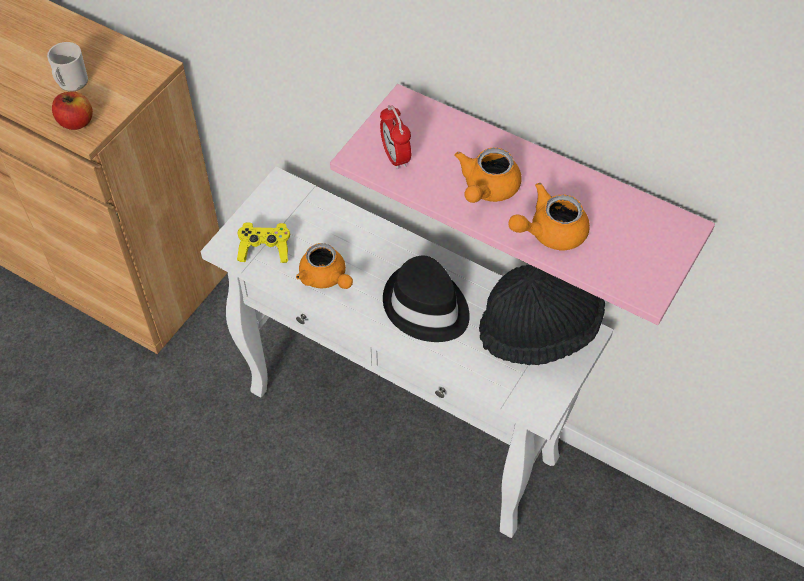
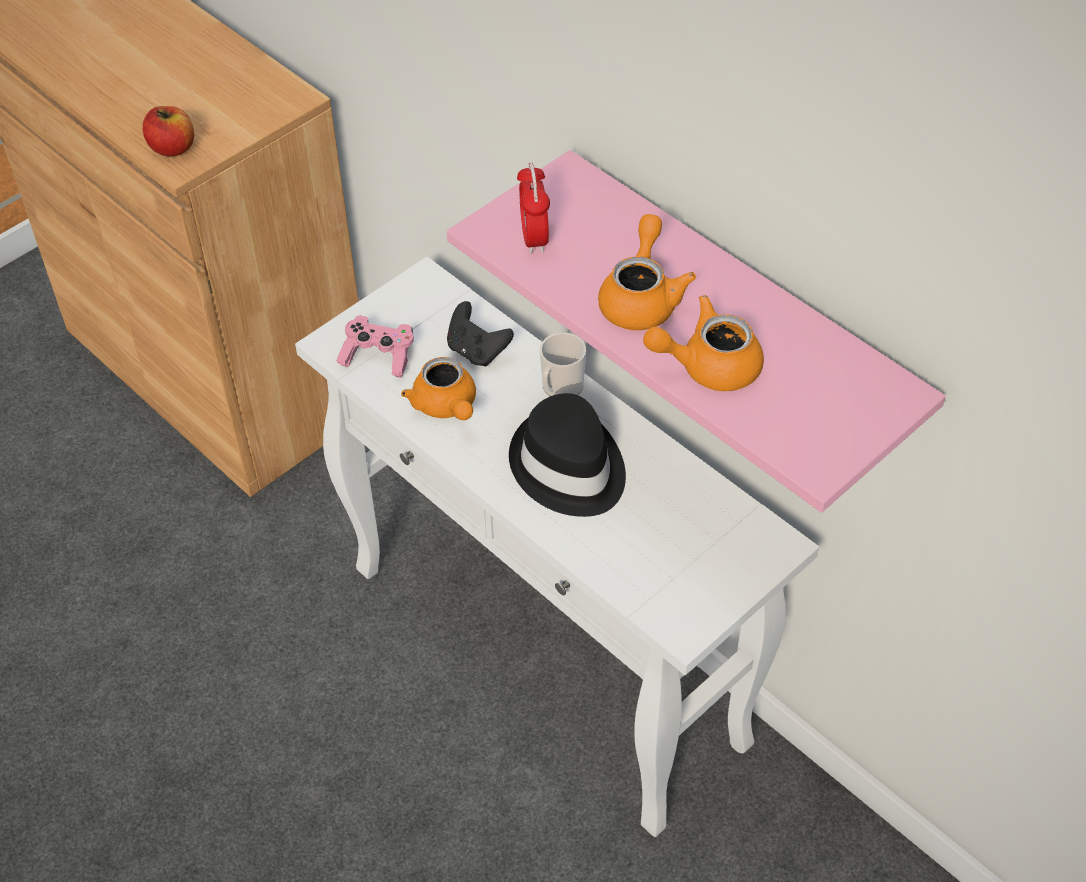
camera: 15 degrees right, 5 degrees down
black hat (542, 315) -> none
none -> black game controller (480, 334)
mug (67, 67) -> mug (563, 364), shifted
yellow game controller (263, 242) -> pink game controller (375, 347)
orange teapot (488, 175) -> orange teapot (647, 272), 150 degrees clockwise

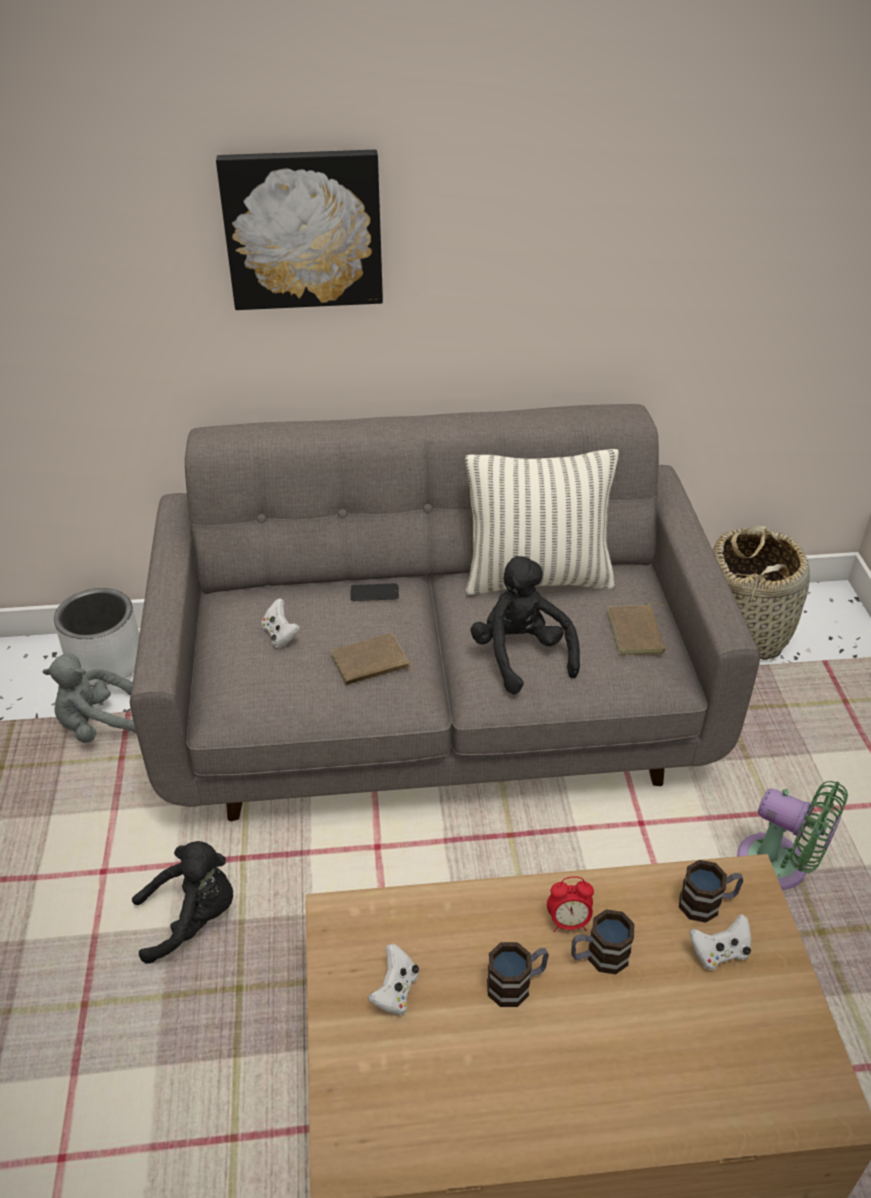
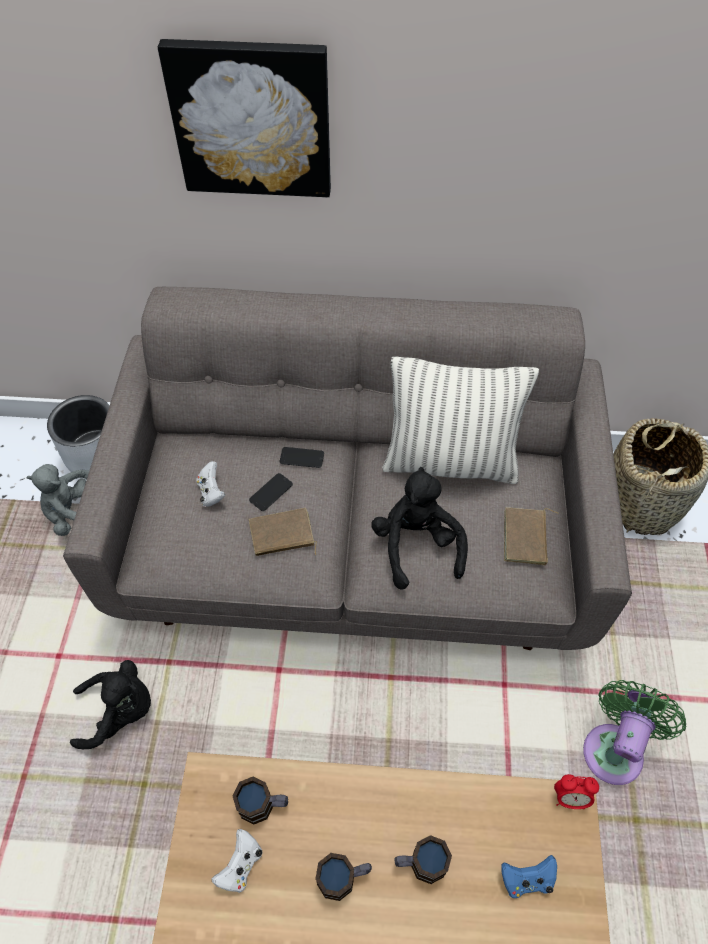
camera: 10 degrees right, 15 degrees up
none -> phone (271, 492)
alarm clock (570, 904) -> alarm clock (576, 791), shifted
mug (711, 891) -> mug (260, 800), shifted
white game controller (720, 942) -> blue game controller (529, 876)
green fan (792, 835) -> green fan (634, 732), 105 degrees counterclockwise

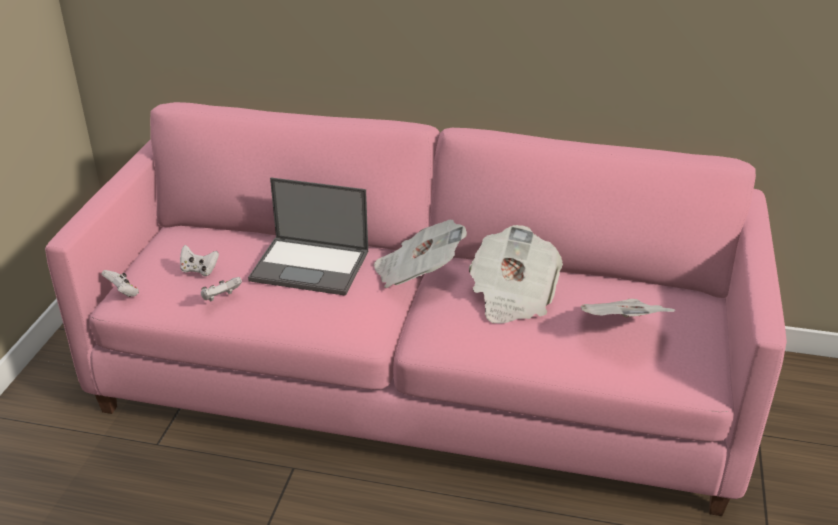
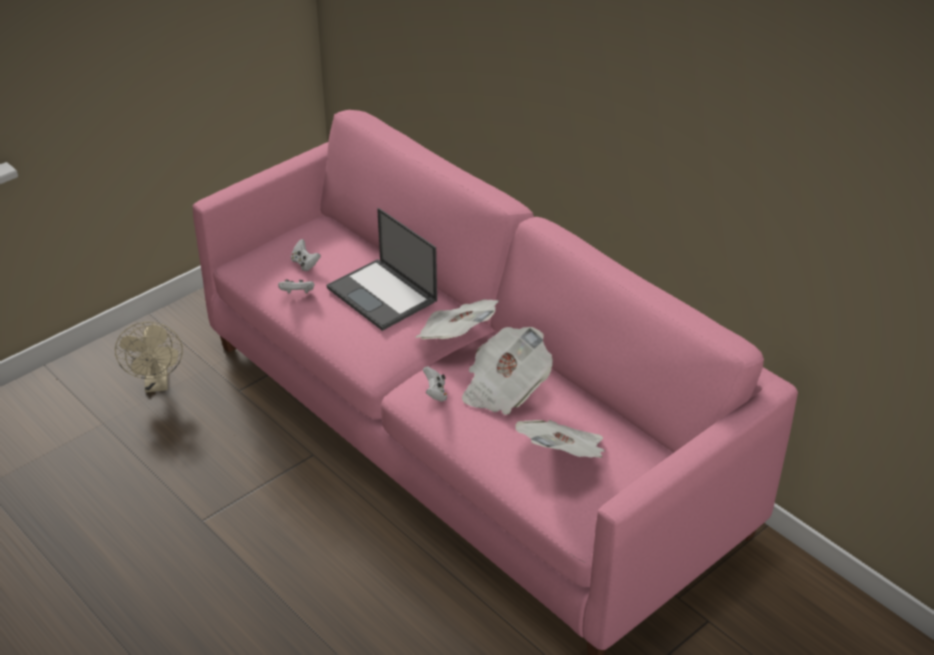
camera: 35 degrees right, 5 degrees up
none -> beige fan (149, 357)
white game controller (120, 283) -> white game controller (435, 384), shifted

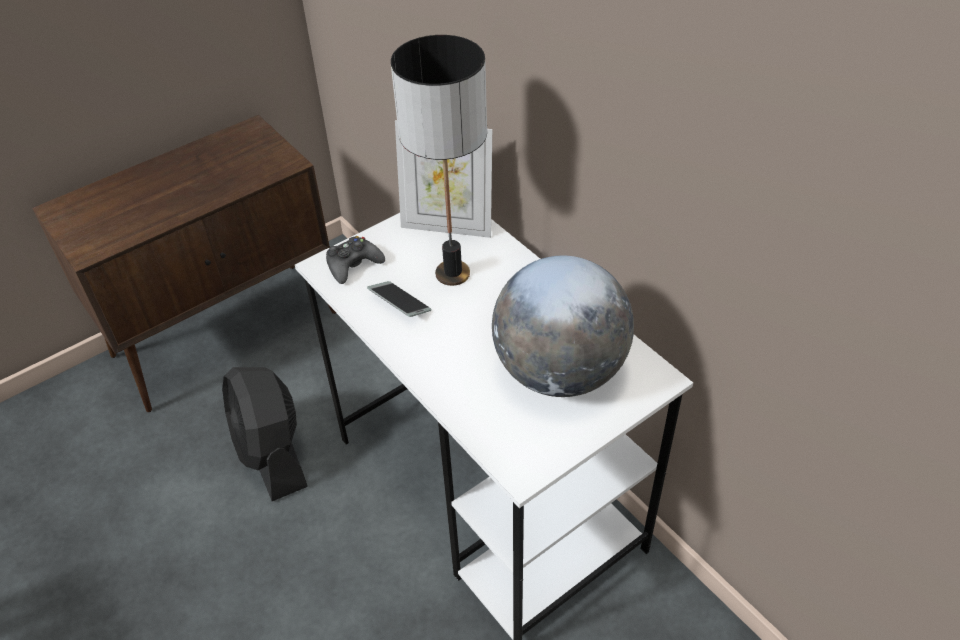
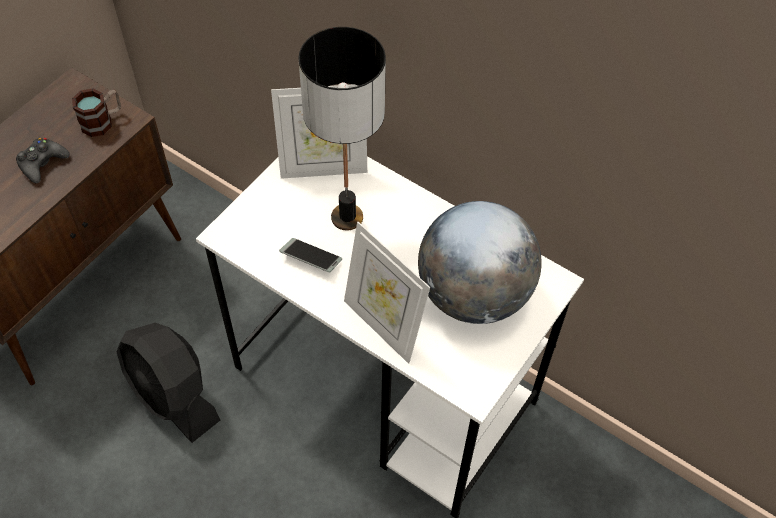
camera: 20 degrees left, 10 degrees up
none -> mug (96, 113)
none -> picture frame (387, 293)
black game controller (355, 260) -> black game controller (43, 161), shifted

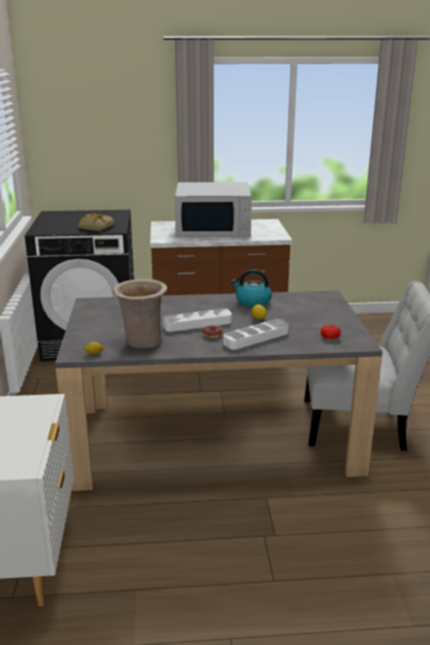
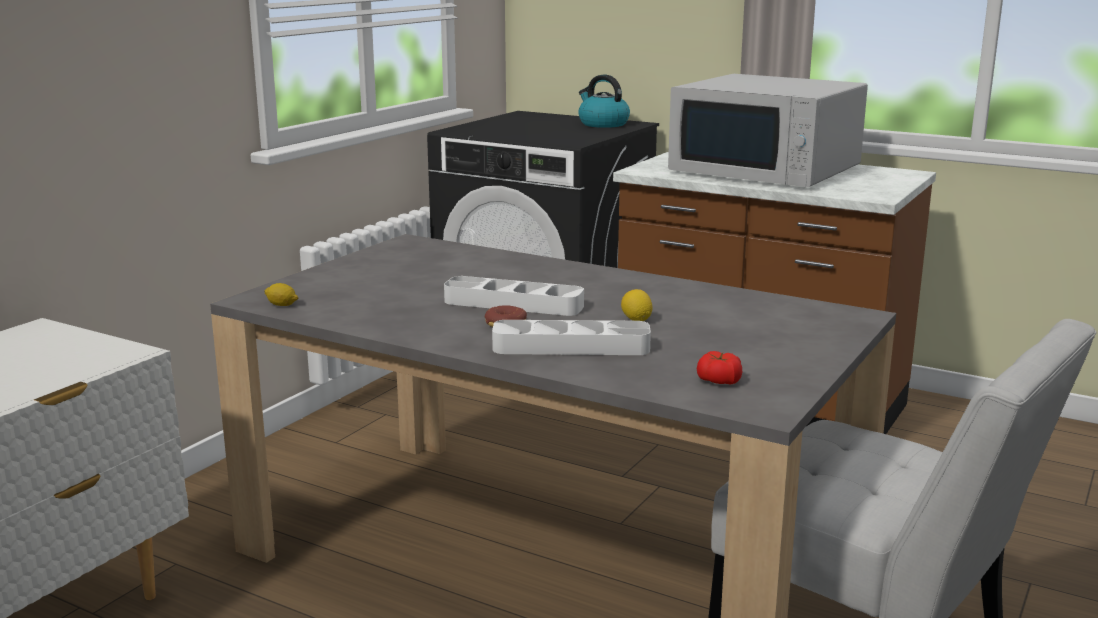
camera: 35 degrees right, 5 degrees down
bread (96, 222) -> none
beige vase (139, 313) -> none
kettle (251, 288) -> kettle (604, 101), shifted

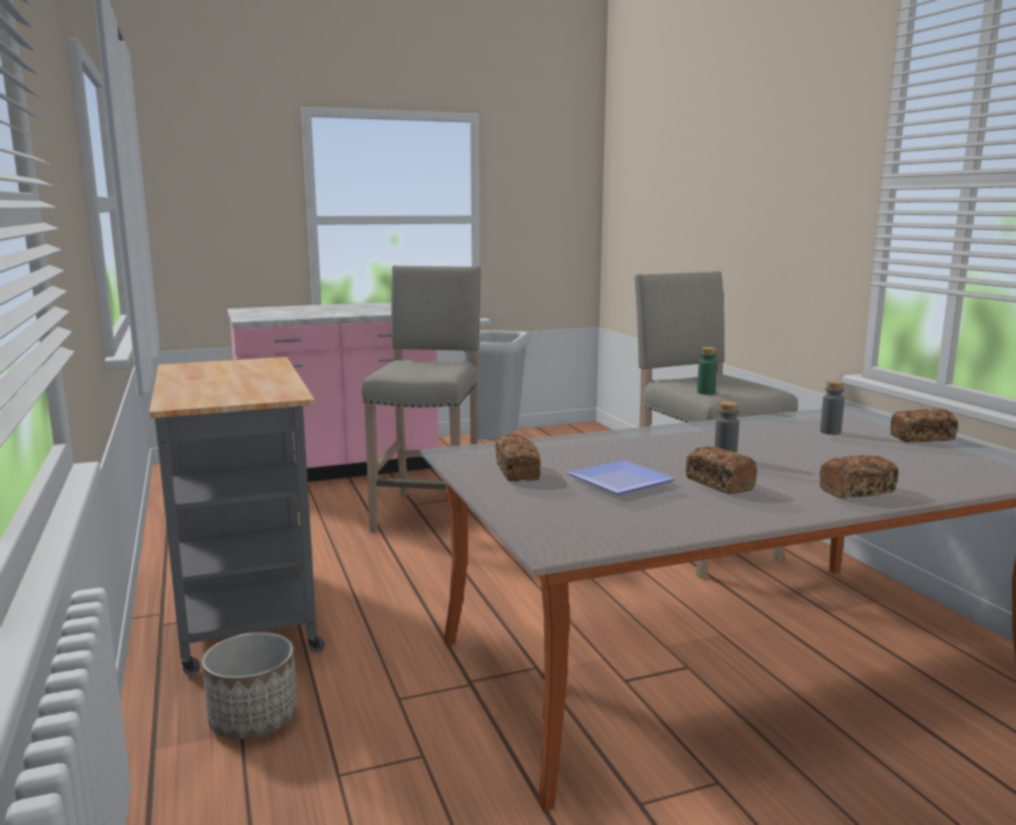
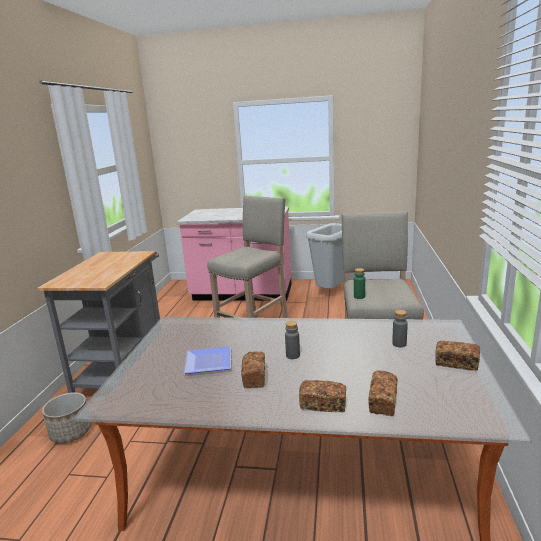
camera: 30 degrees right, 5 degrees up
bread (518, 458) -> bread (383, 393), shifted

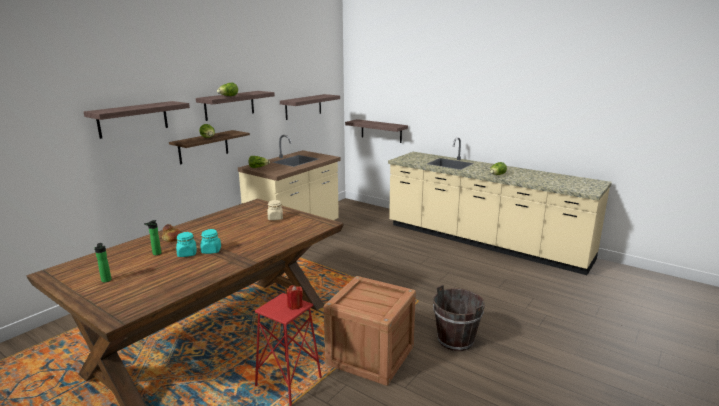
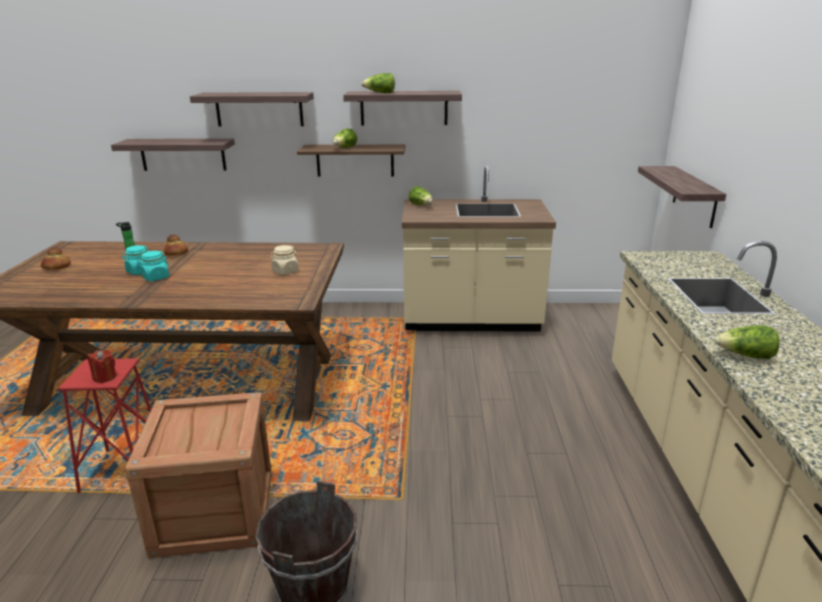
camera: 55 degrees right, 5 degrees up
shelf (310, 107) -> shelf (173, 155), shifted
bottle (102, 262) -> bread (56, 258)

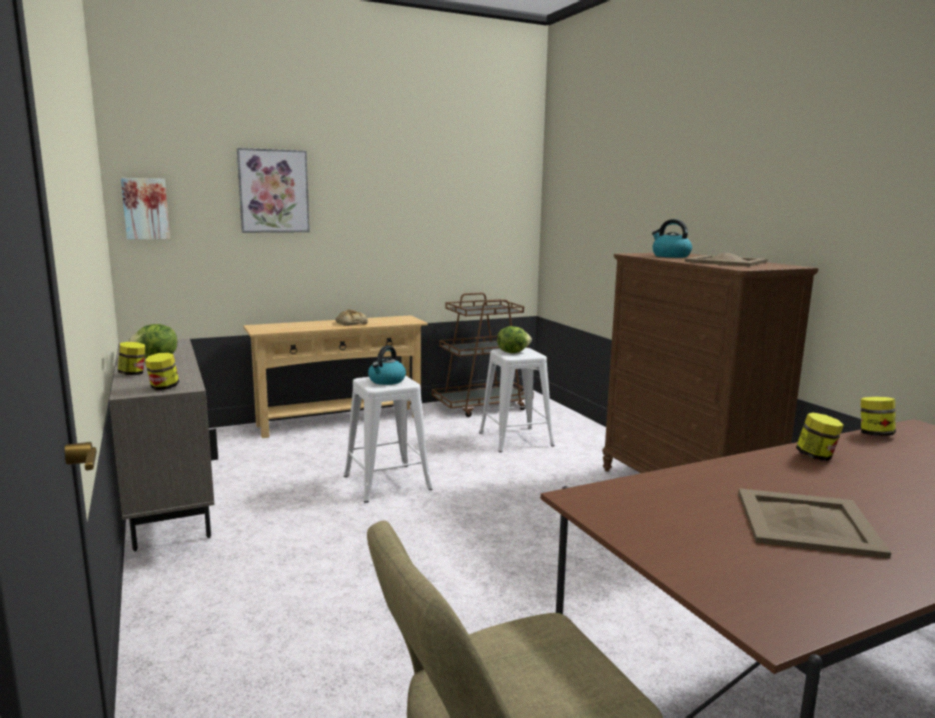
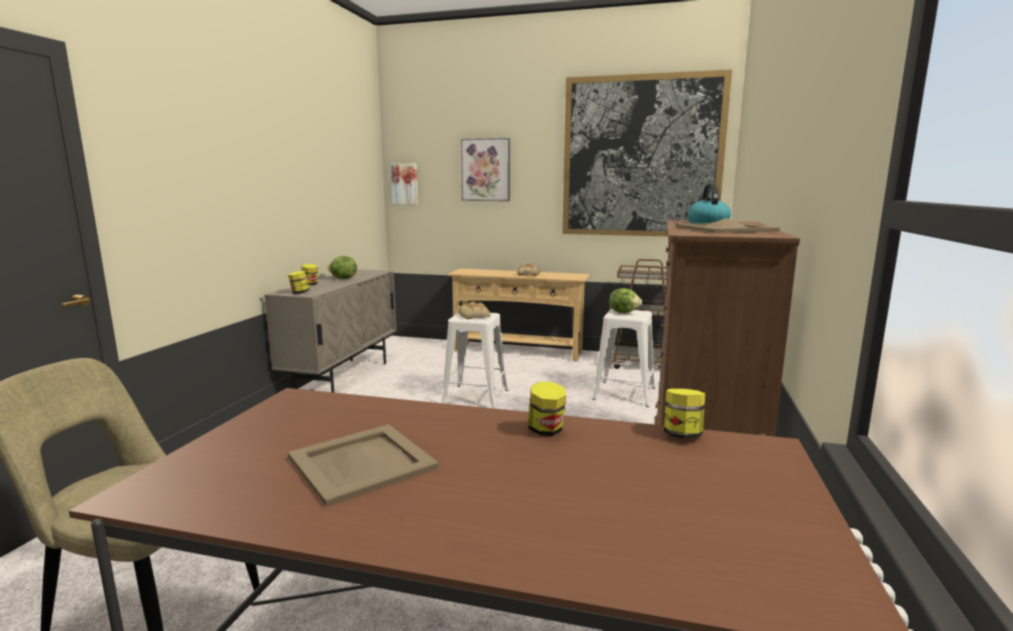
camera: 40 degrees right, 0 degrees up
none -> picture (647, 152)
kettle (387, 365) -> bread (474, 310)

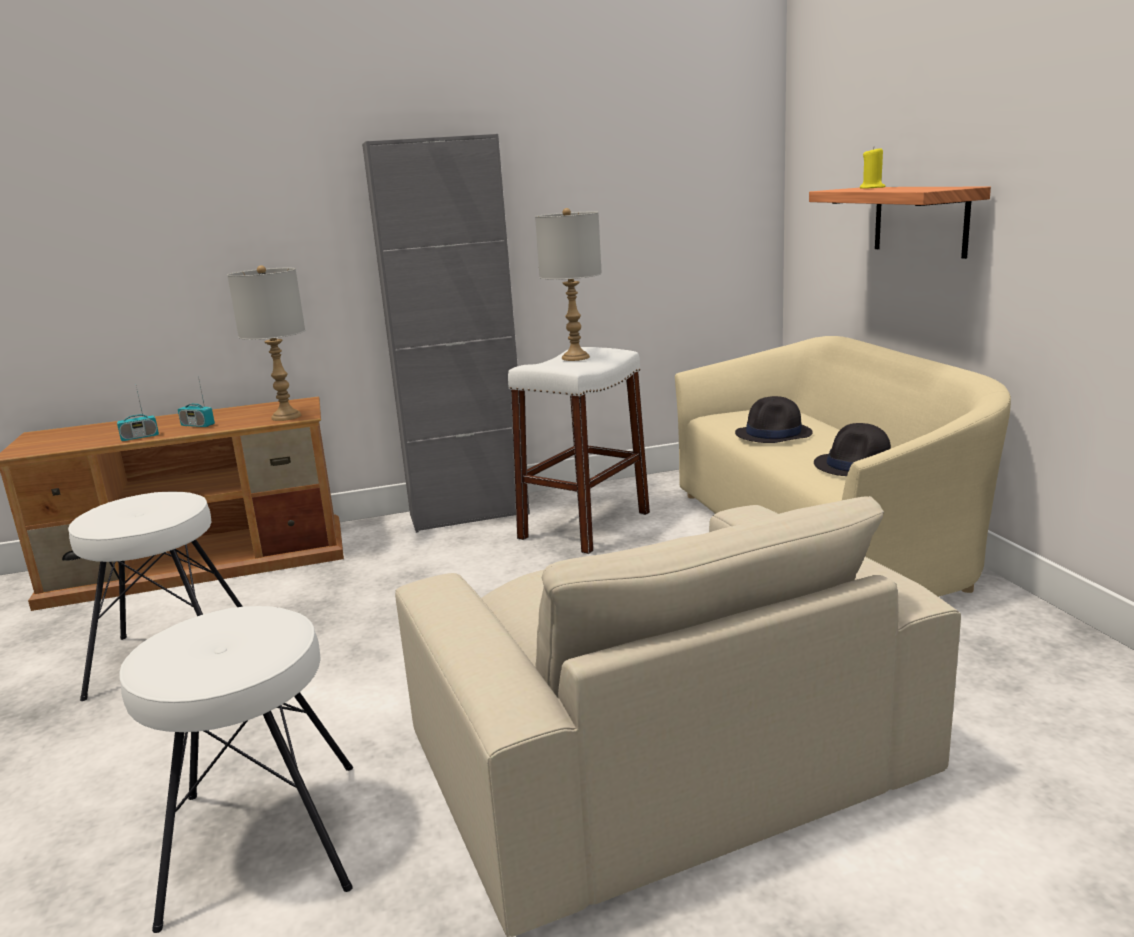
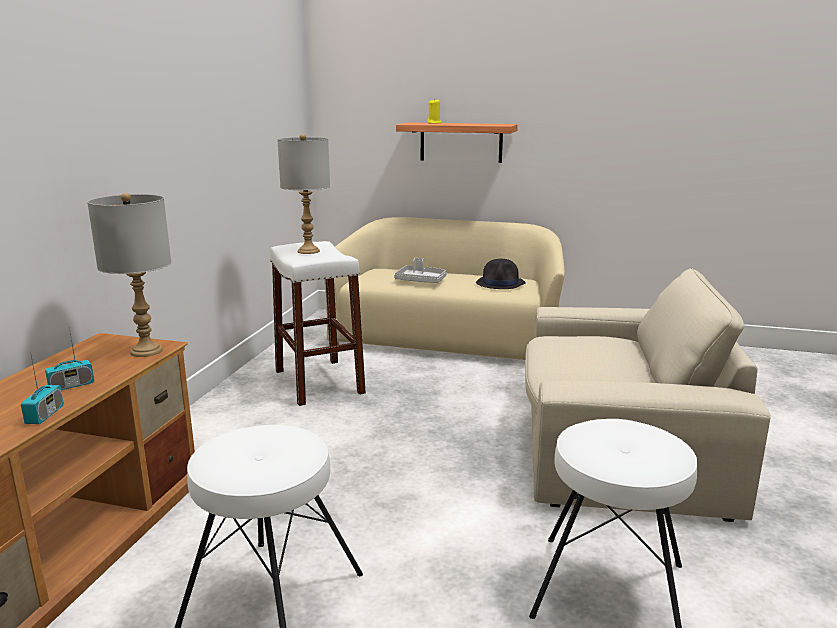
camera: 60 degrees left, 0 degrees up
grey cabinet (446, 333) -> none
black hat (774, 419) -> grey tray (420, 270)

